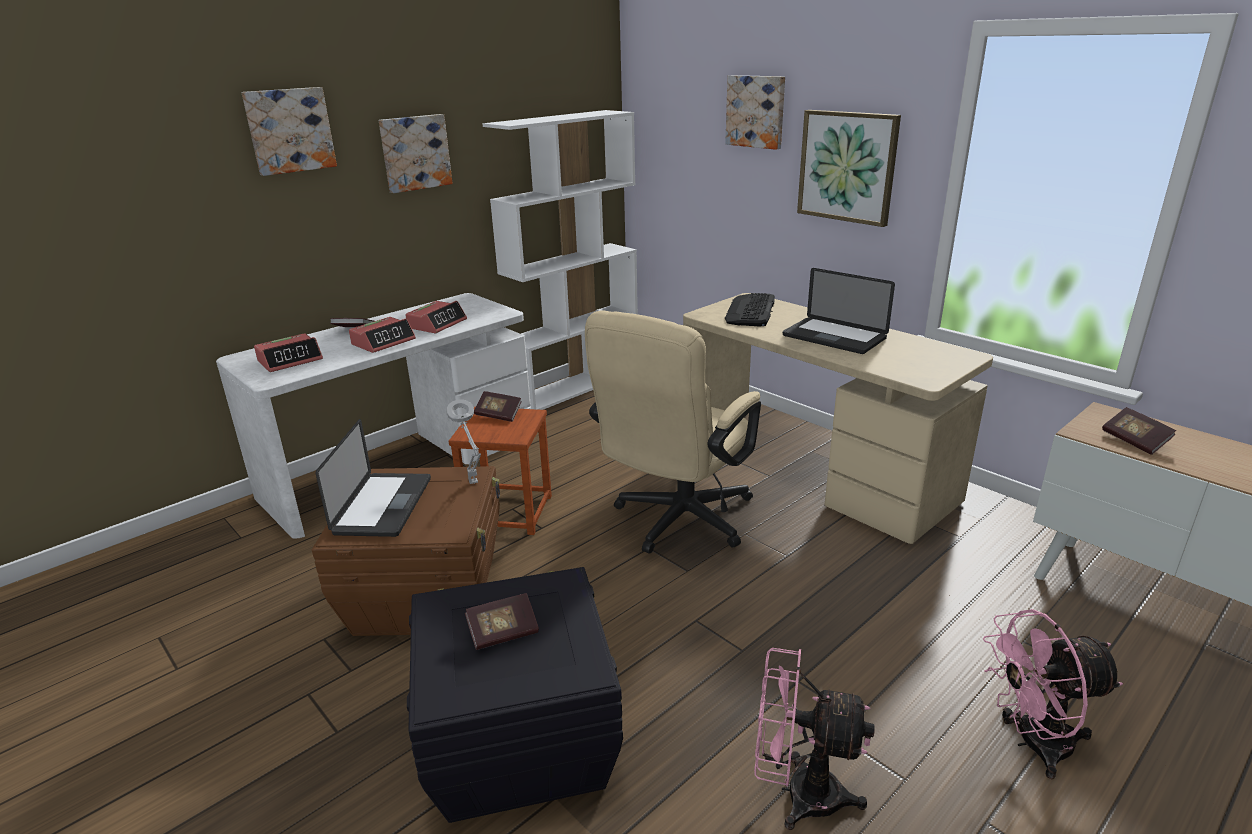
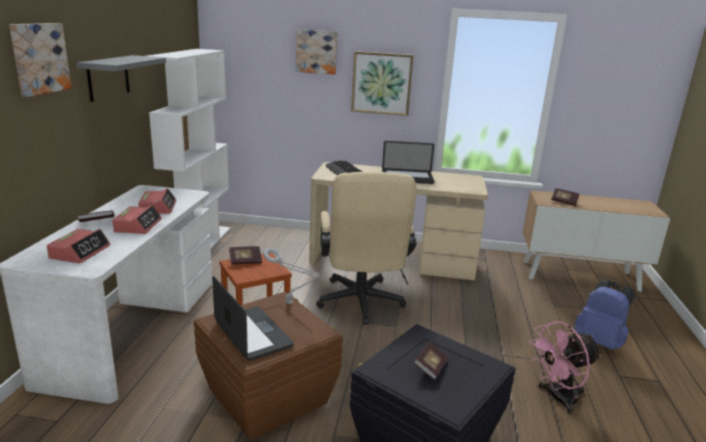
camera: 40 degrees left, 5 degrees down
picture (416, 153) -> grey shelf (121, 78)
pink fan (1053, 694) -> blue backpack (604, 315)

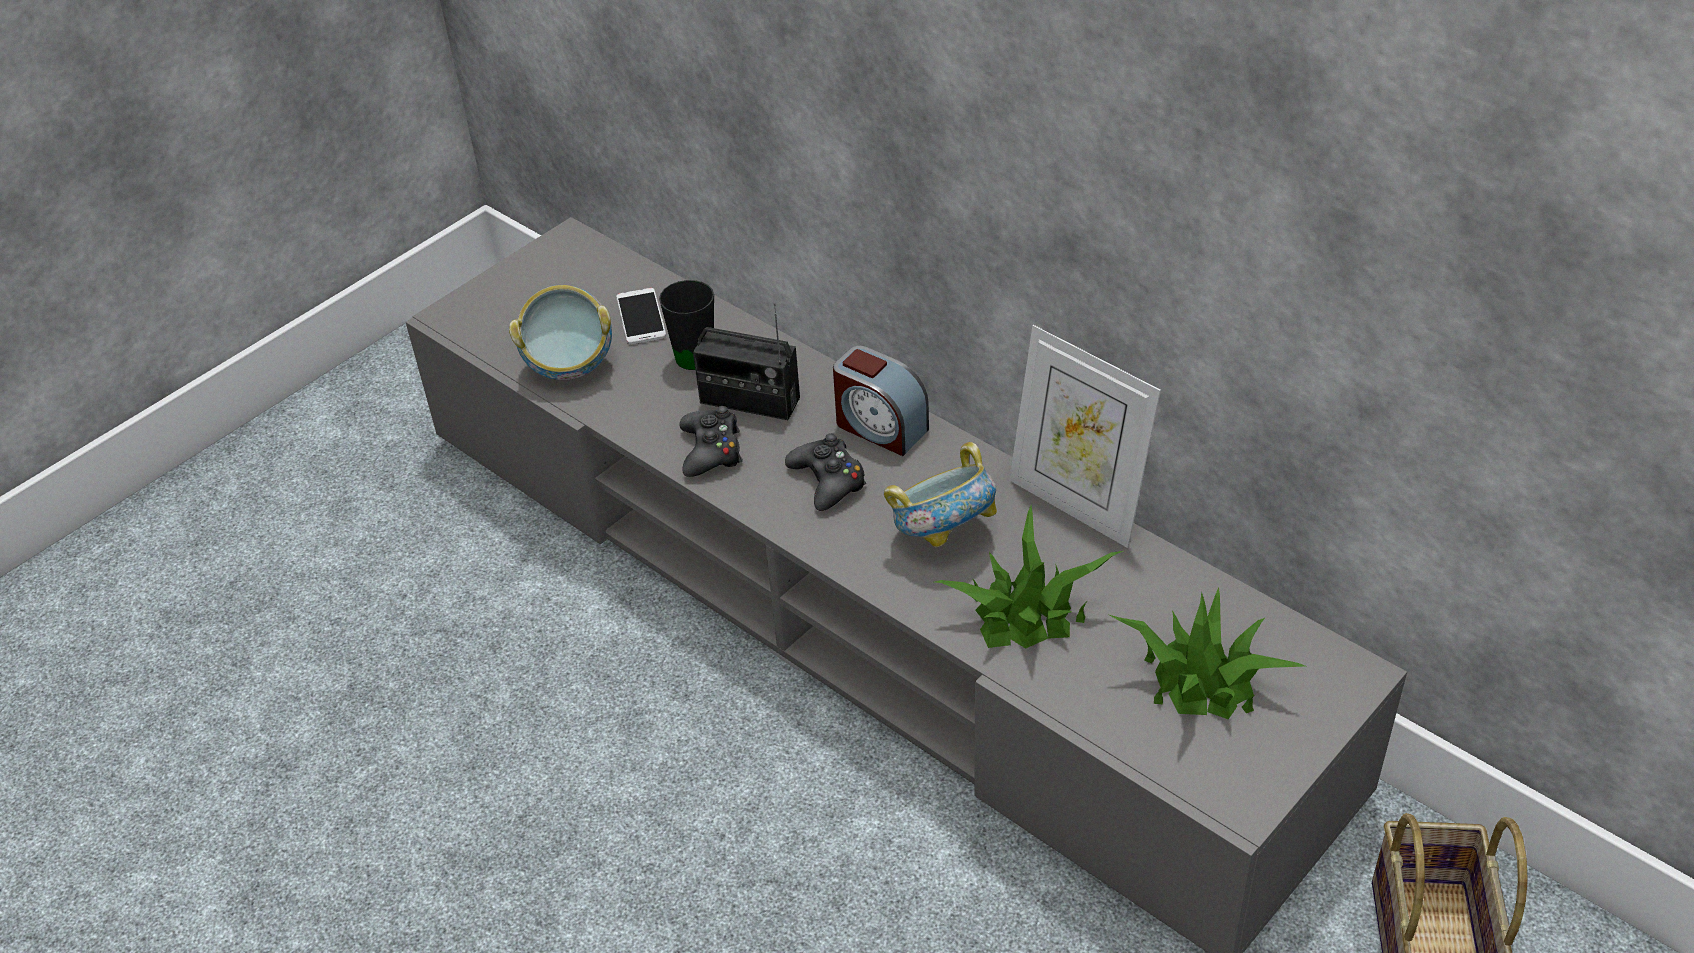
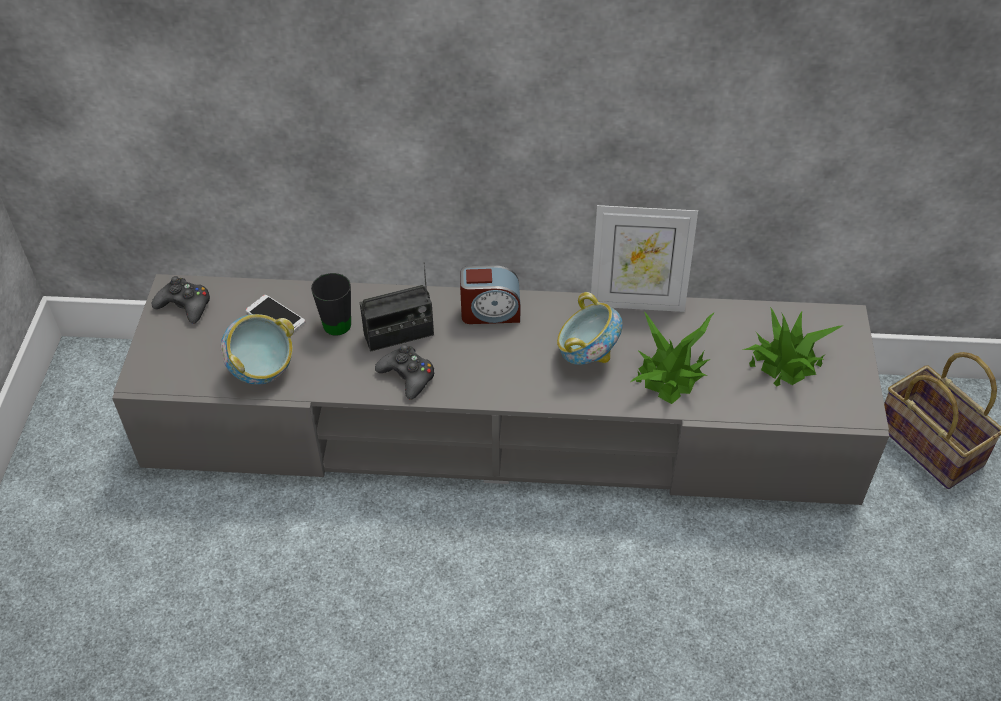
camera: 40 degrees left, 5 degrees up
black game controller (825, 472) -> black game controller (181, 300), shifted

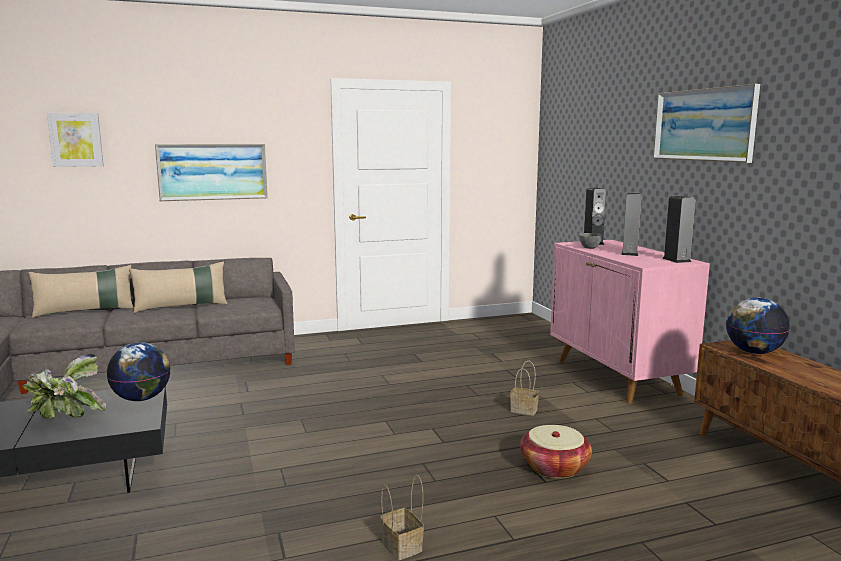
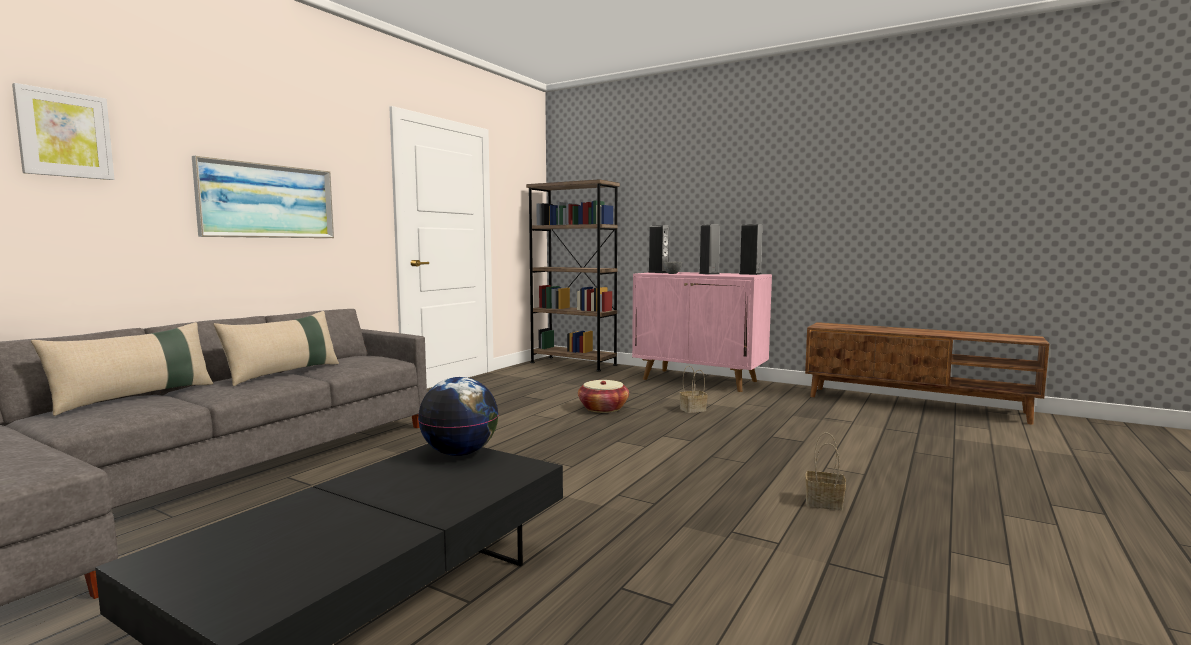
camera: 40 degrees left, 5 degrees down
potted plant (64, 386) -> none
picture (706, 123) -> none
globe (758, 325) -> none
none -> brown bookcase (573, 275)
basket (556, 452) -> basket (603, 396), shifted

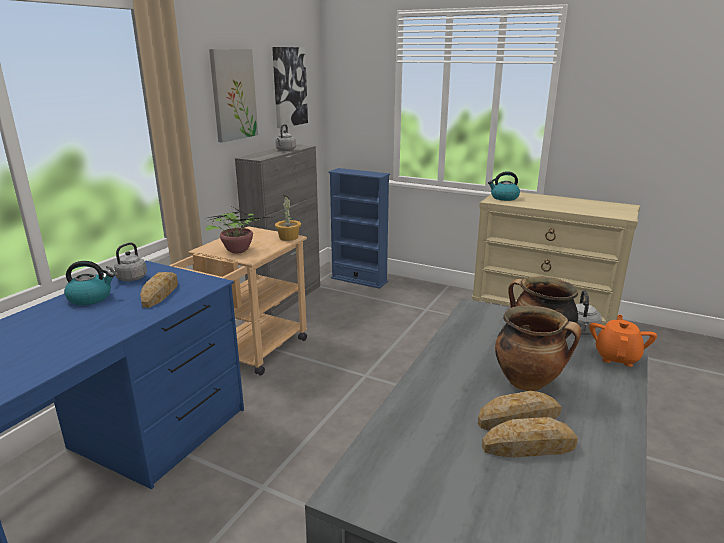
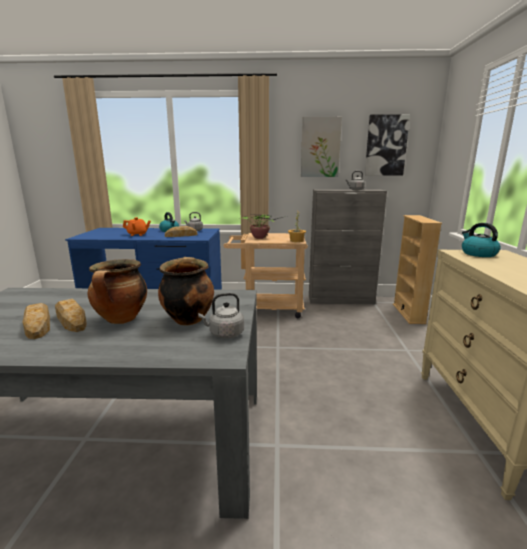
camera: 65 degrees right, 5 degrees down
orange teapot (623, 341) -> orange teapot (137, 226), shifted
blue bookcase (359, 228) -> beige bookcase (417, 269)

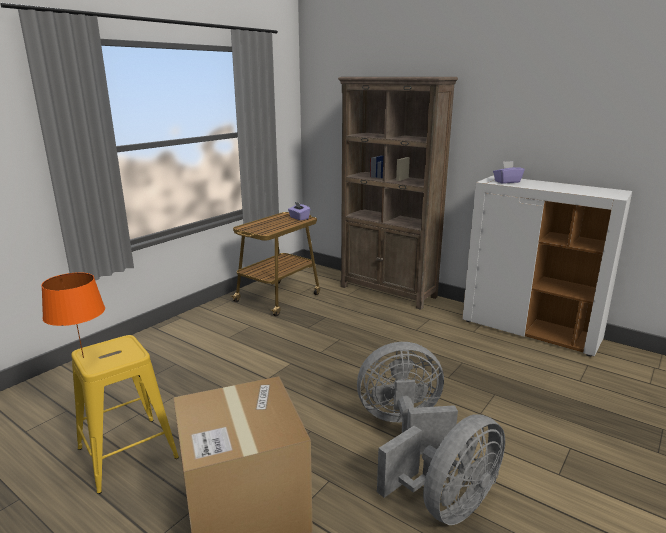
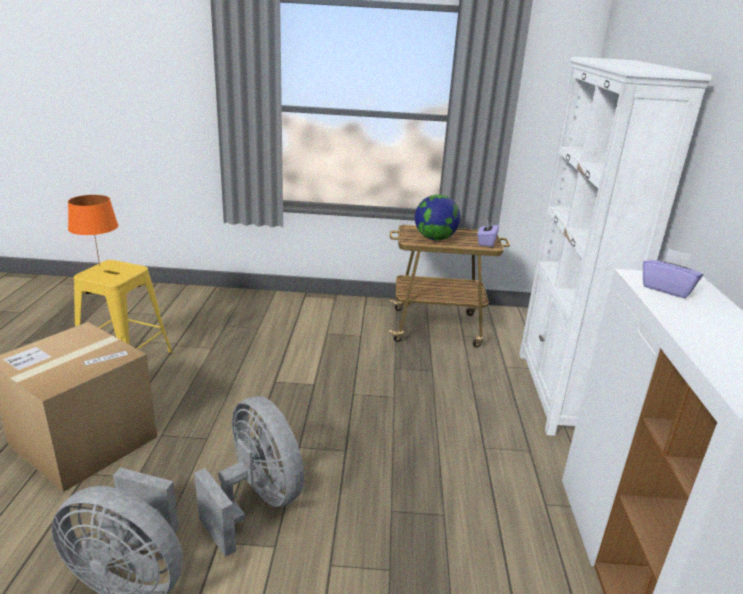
camera: 55 degrees right, 5 degrees up
none -> globe (438, 217)
brown bookcase (398, 193) -> white bookcase (615, 246)

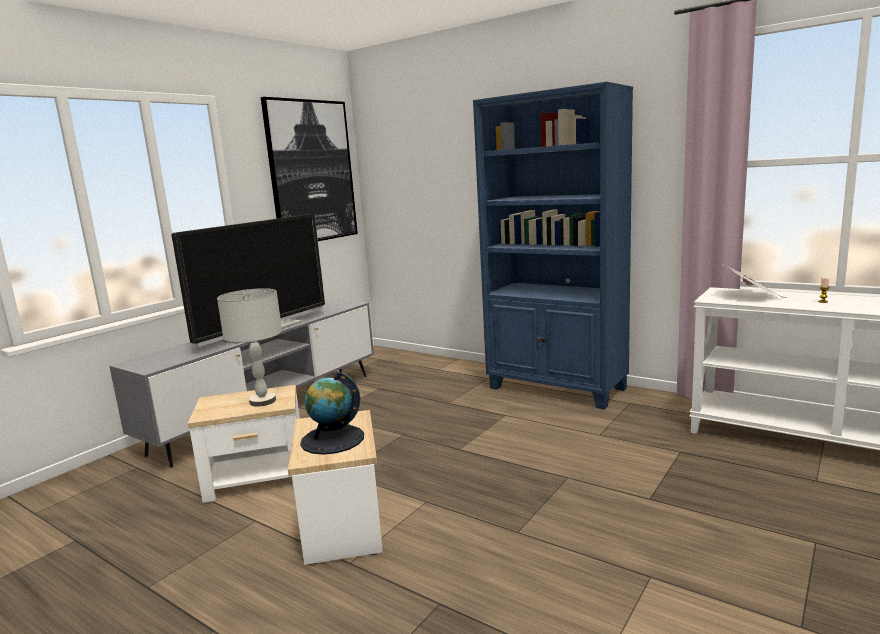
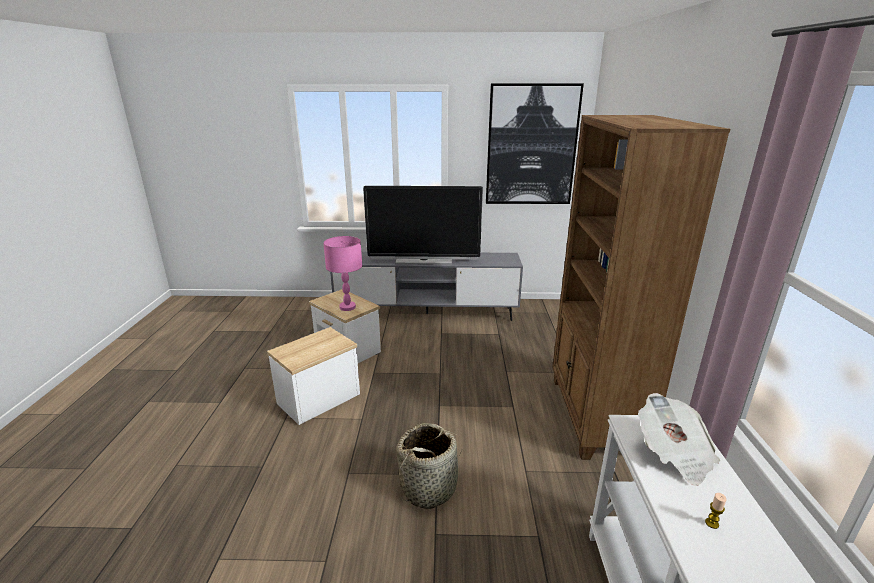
camera: 55 degrees right, 10 degrees up
globe (332, 413) -> none
none -> basket (429, 466)
grey table lamp (249, 347) -> pink table lamp (342, 273)
blue bookcase (553, 246) -> brown bookcase (641, 287)

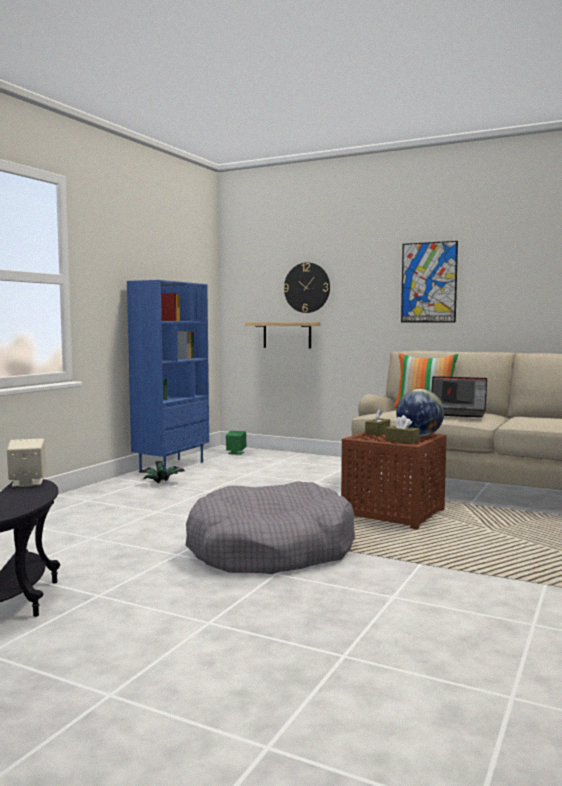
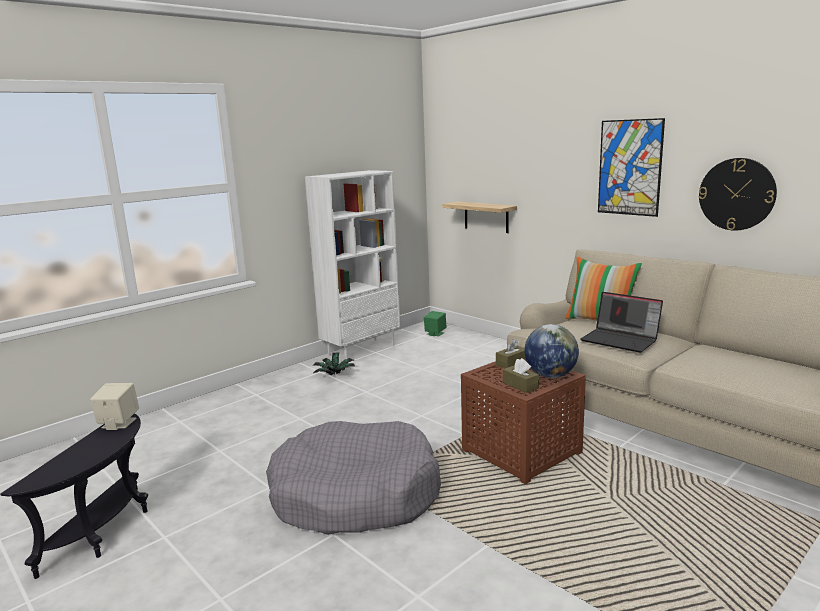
camera: 20 degrees right, 10 degrees up
wall clock (307, 287) -> wall clock (738, 194), shifted
blue bookcase (168, 375) -> white bookcase (352, 264)

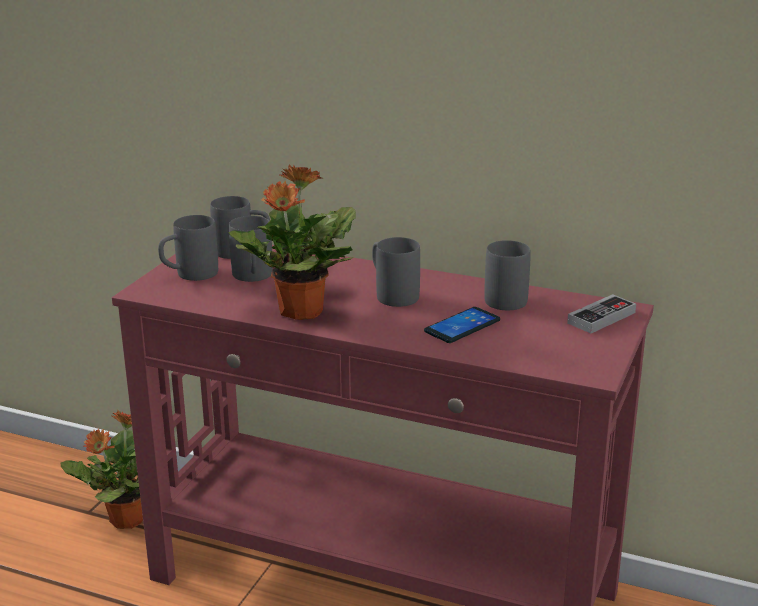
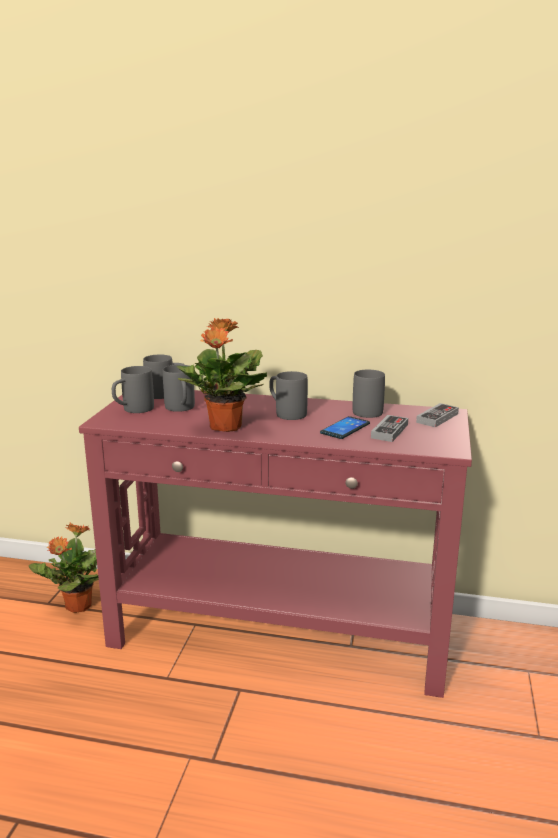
camera: 10 degrees left, 5 degrees down
none -> game controller (389, 428)

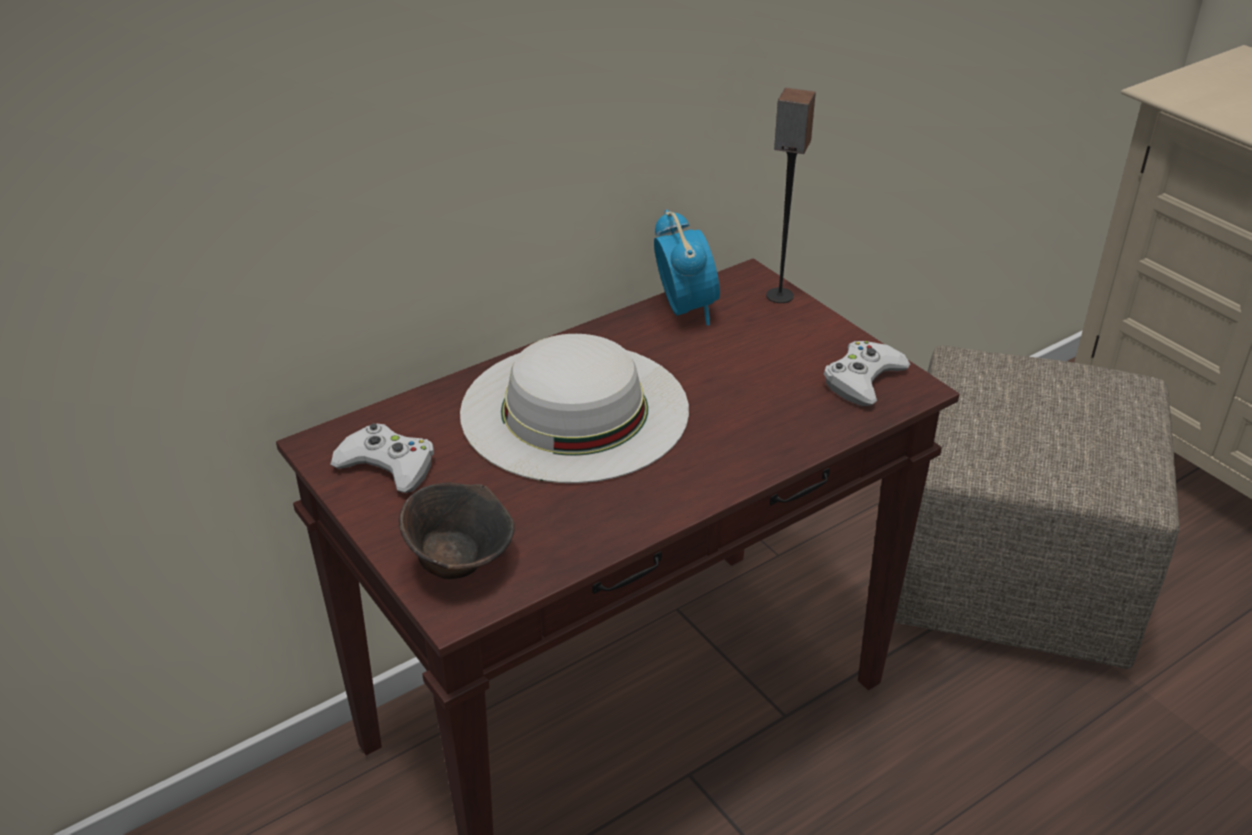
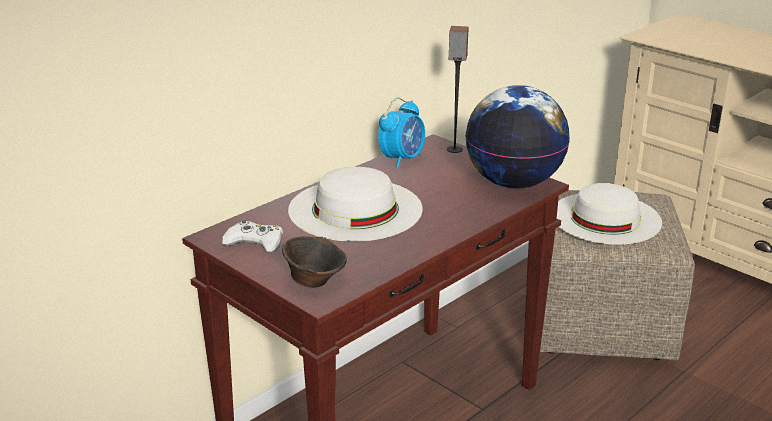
camera: 10 degrees left, 10 degrees down
none -> white hat (609, 214)
white game controller (867, 373) -> globe (517, 136)
alarm clock (687, 268) -> alarm clock (401, 132), 60 degrees clockwise

